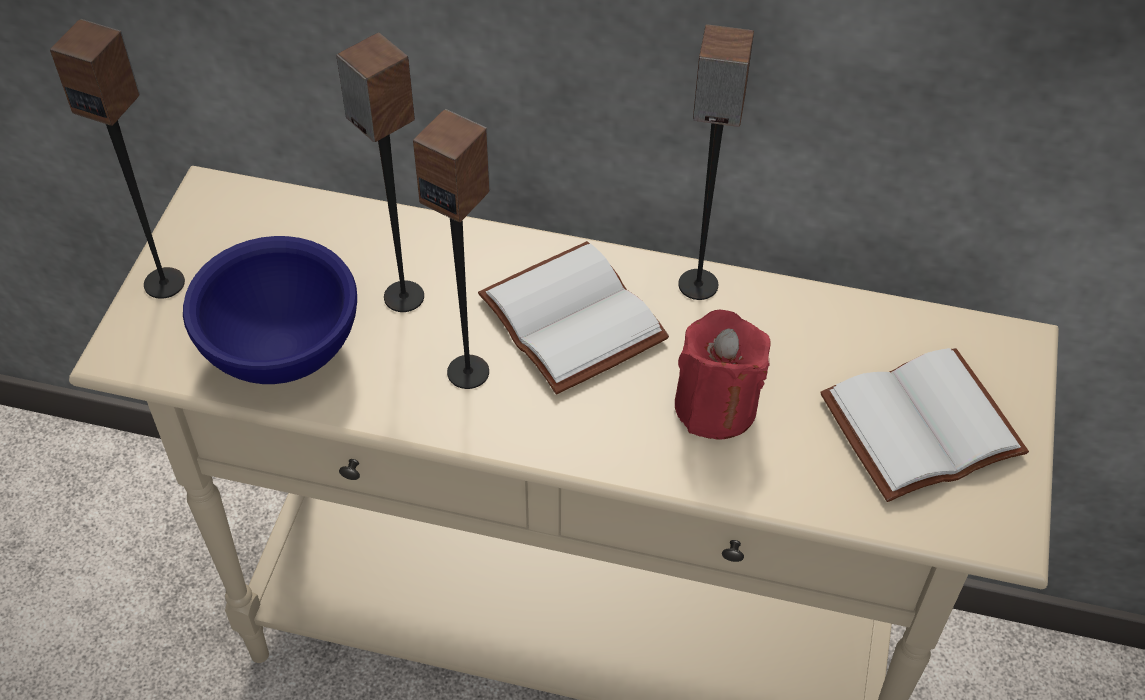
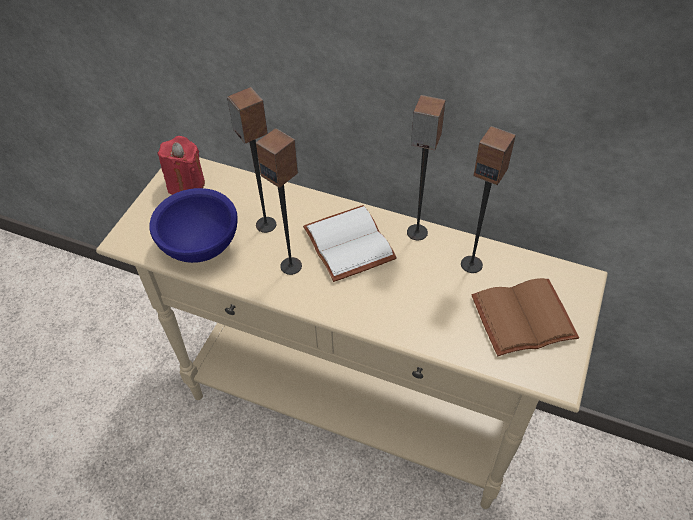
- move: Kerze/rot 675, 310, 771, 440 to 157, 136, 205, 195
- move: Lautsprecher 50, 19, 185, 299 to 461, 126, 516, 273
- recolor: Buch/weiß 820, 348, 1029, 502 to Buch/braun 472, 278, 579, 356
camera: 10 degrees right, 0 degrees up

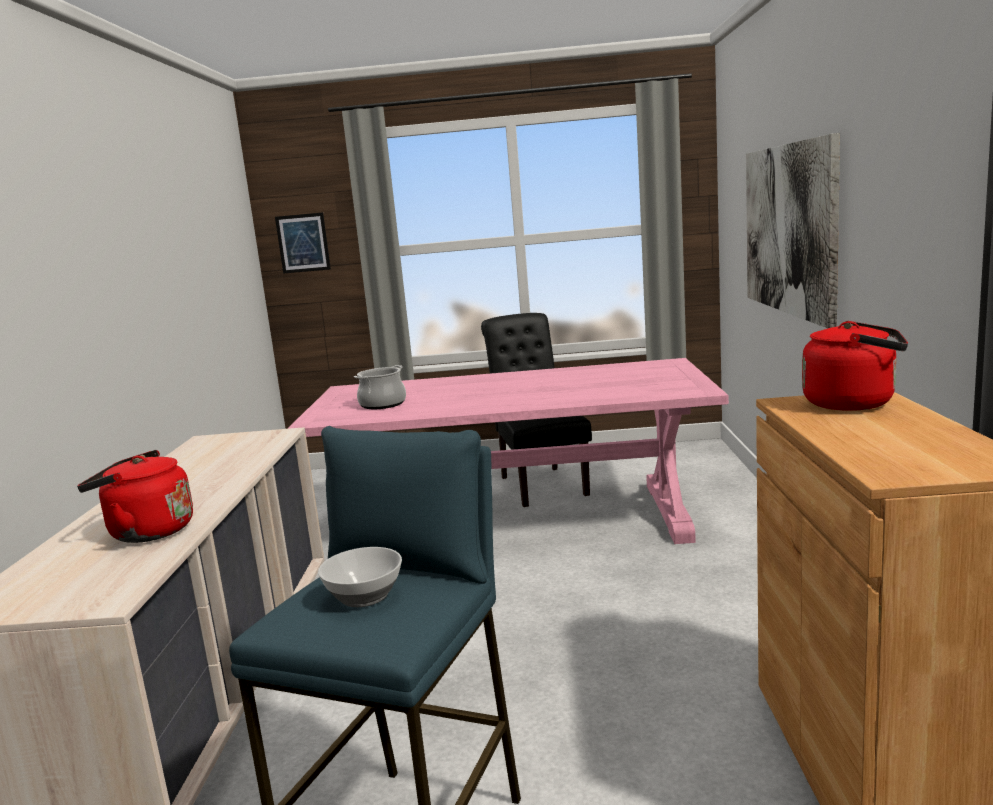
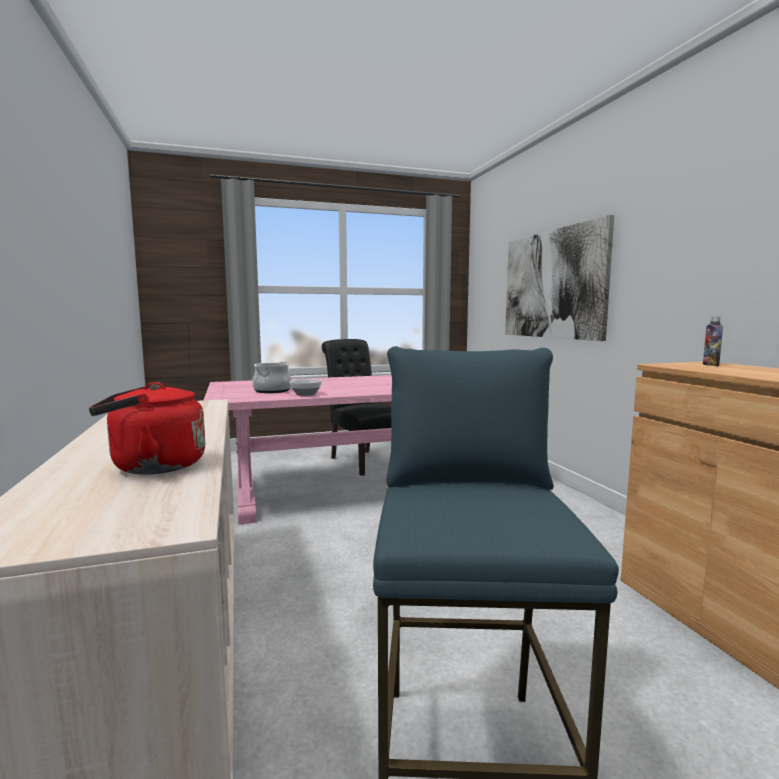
- move: Schüssel 318, 547, 402, 607 to 289, 379, 322, 396
- replace: Wasserkessel/rot 802, 321, 908, 411 to Flasche 703, 316, 723, 366
- delete: Bild 275, 212, 331, 274
camera: 20 degrees left, 5 degrees down

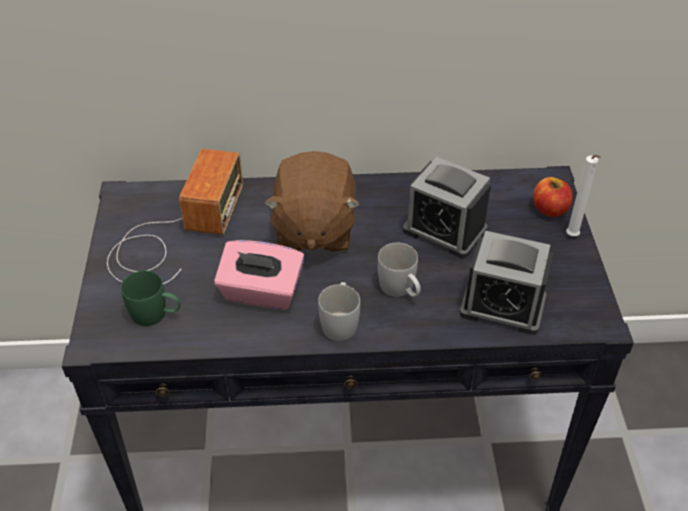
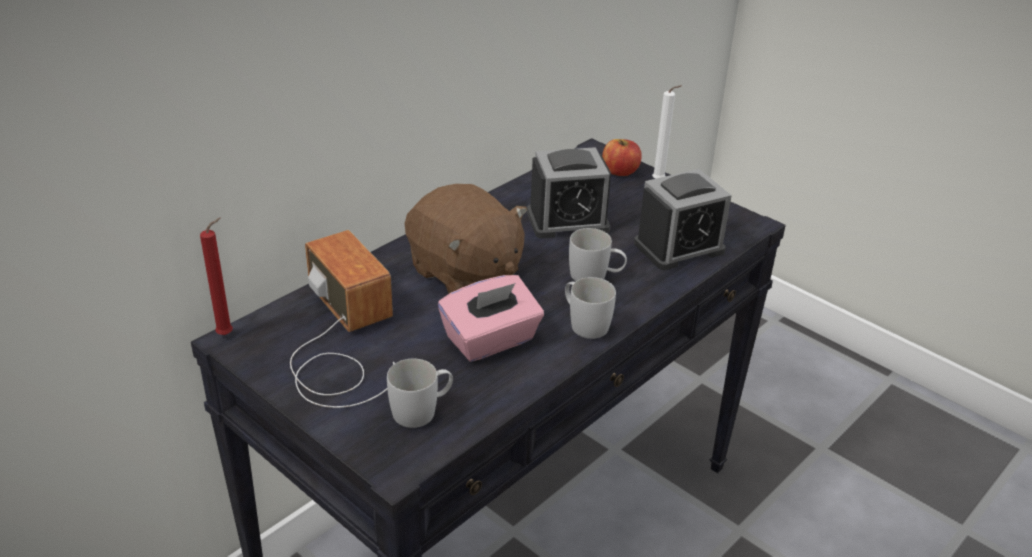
- insert: Kerze/rot 200, 218, 233, 335
- recolor: Henkelbecher/grün 121, 270, 181, 326 to Henkelbecher/weiß 387, 359, 453, 428
camera: 45 degrees left, 10 degrees down

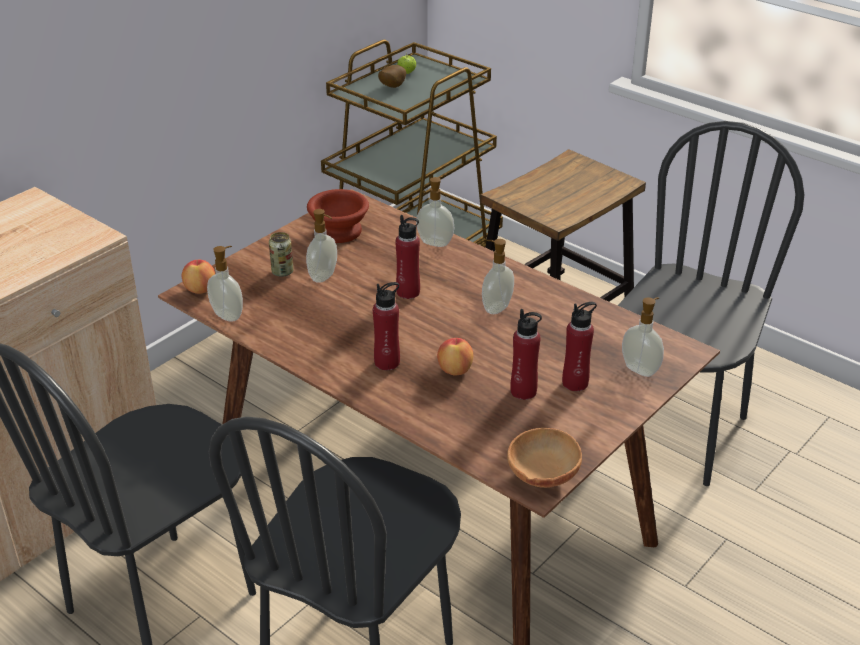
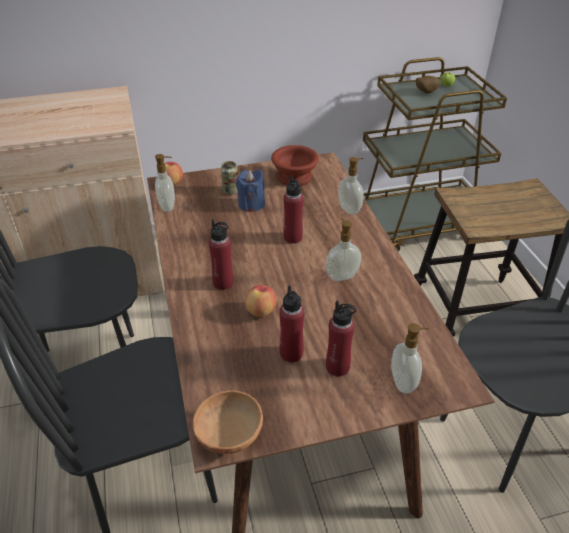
- replace: Seifenspender 306, 209, 337, 283 to Kerze/blau 236, 169, 265, 212
camera: 35 degrees right, 5 degrees up

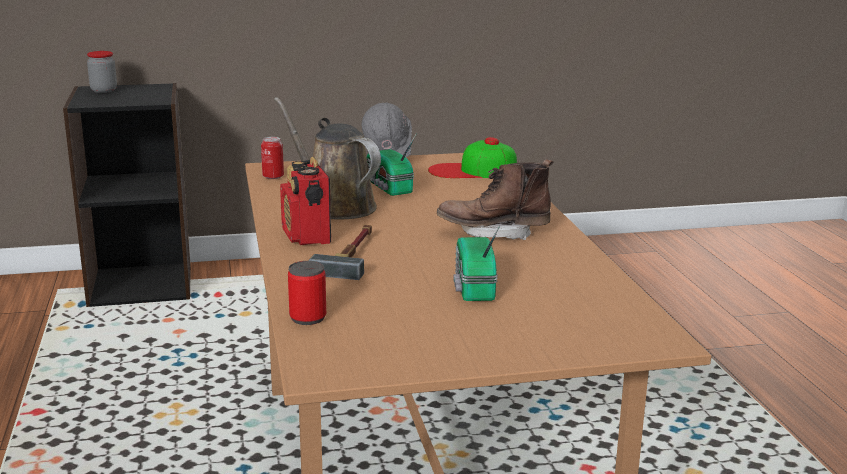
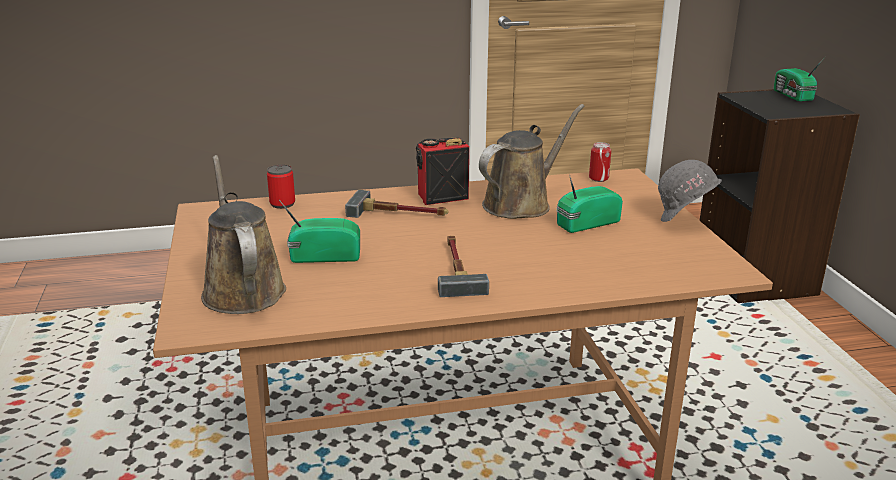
- insert: Gießkanne/braun 201, 155, 286, 314
- replace: Stiefel/braun 437, 159, 553, 240 to Hammer 438, 236, 489, 297
- replace: Vorratsglas 87, 51, 117, 93 to Radio 774, 56, 826, 101
- delete: Kappe 428, 137, 517, 178
camera: 90 degrees right, 5 degrees up

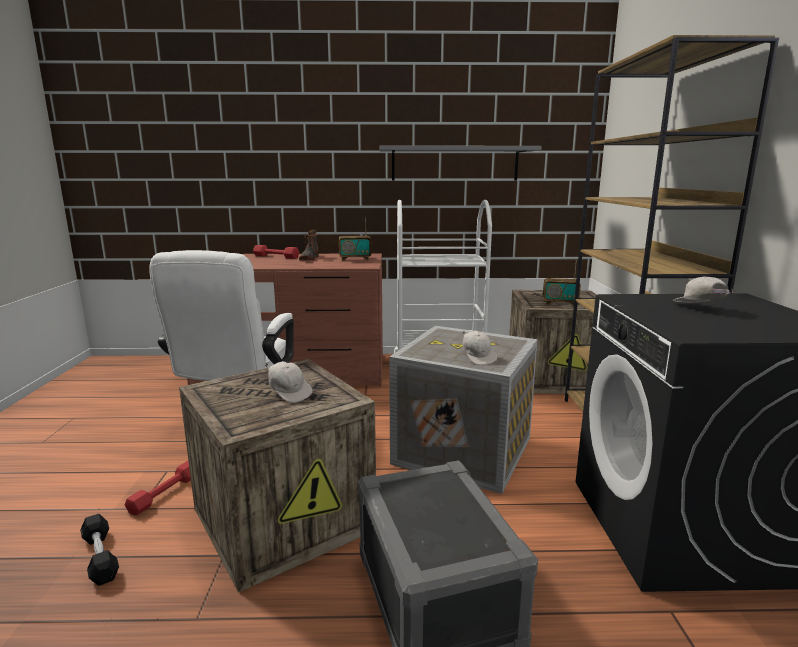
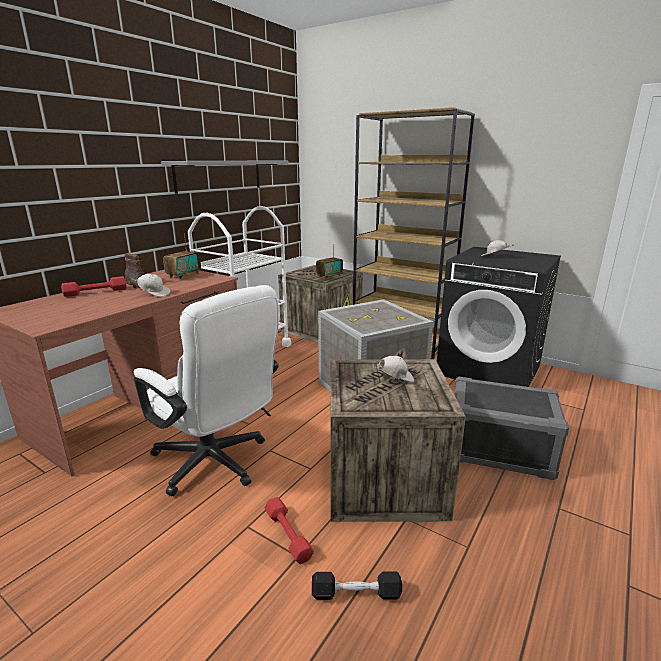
- move: Kappe/weiß 462, 331, 497, 365 to 133, 274, 171, 297
camera: 55 degrees left, 5 degrees up

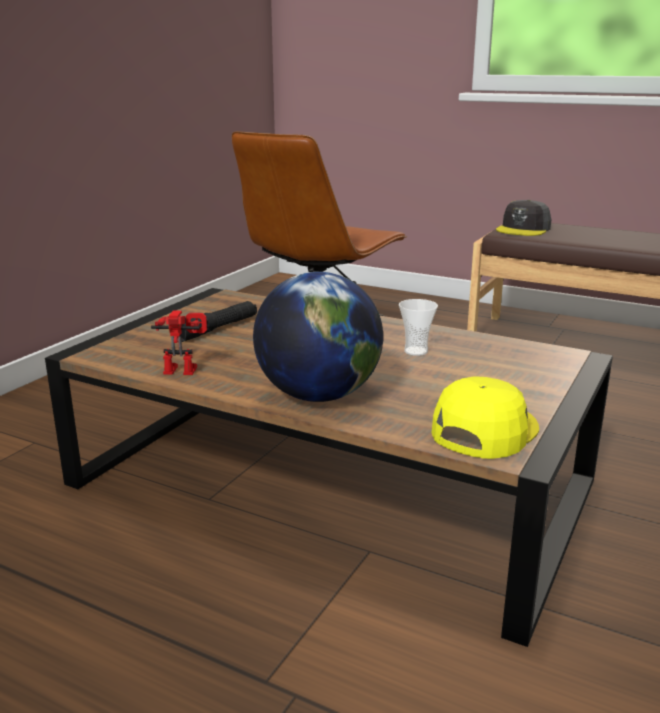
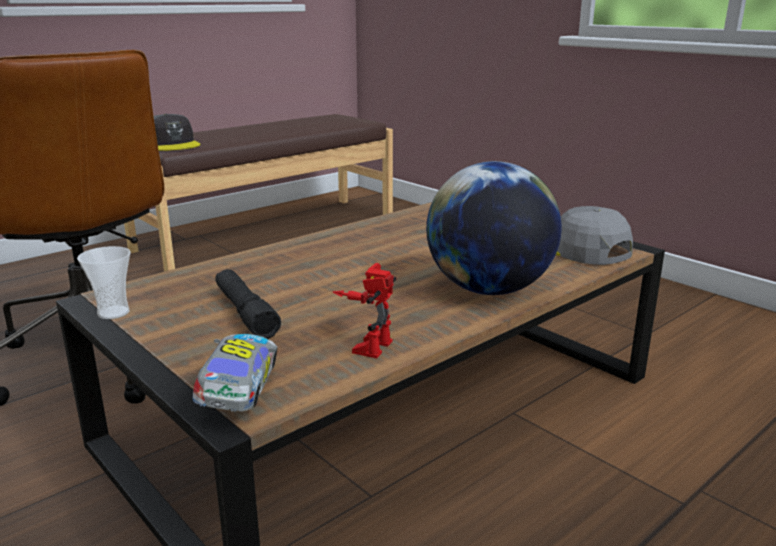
- move: Tasse 399, 299, 438, 356 to 77, 246, 131, 319
- insert: Spielzeugauto 193, 334, 278, 412
- recolor: Kappe/gelb 432, 376, 539, 459 to Kappe/grau 556, 206, 633, 265
camera: 70 degrees left, 0 degrees up

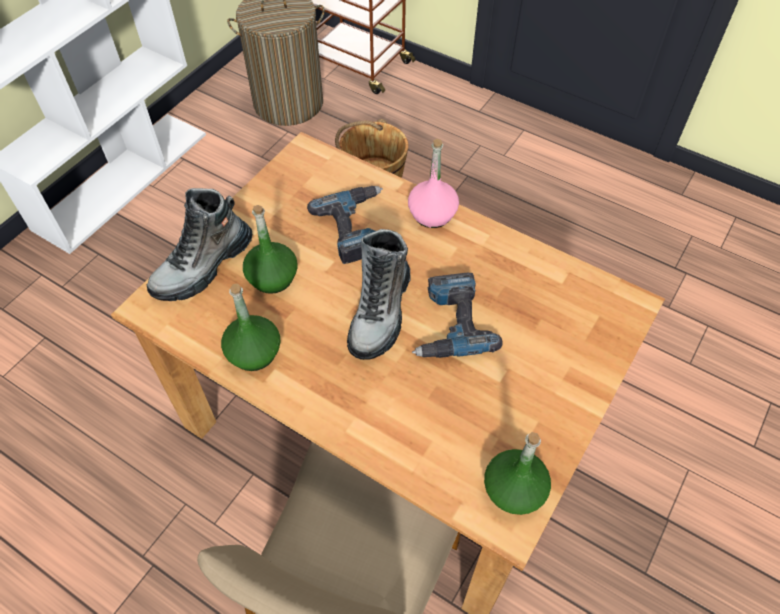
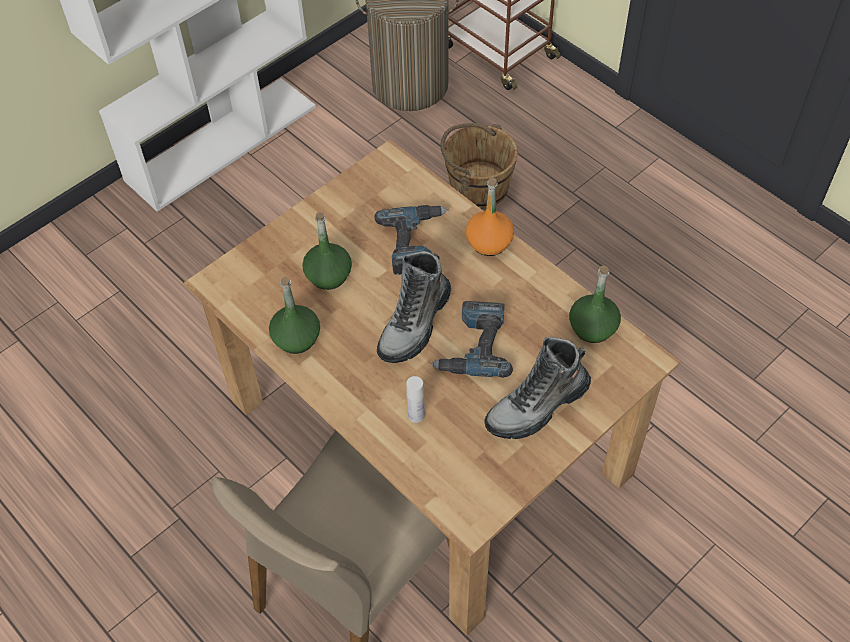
- insert: Flasche/weiß 406, 376, 425, 423
- recolor: Flasche/rosa 408, 139, 459, 228 to Flasche/orange 466, 178, 514, 256
- move: Stiefel 147, 188, 252, 301 to 484, 337, 591, 439
- move: Flasche/grün 484, 432, 551, 515 to 569, 265, 621, 343
camera: 15 degrees right, 0 degrees up

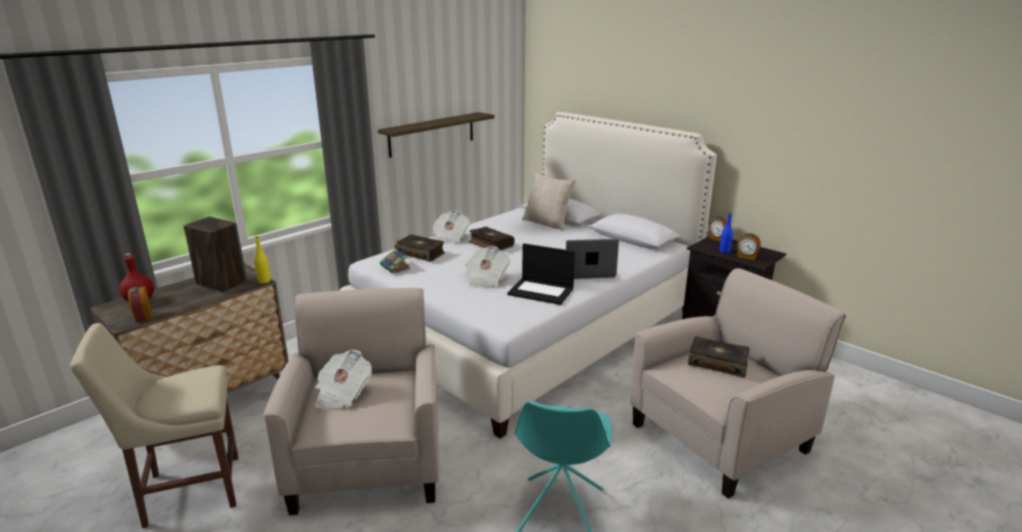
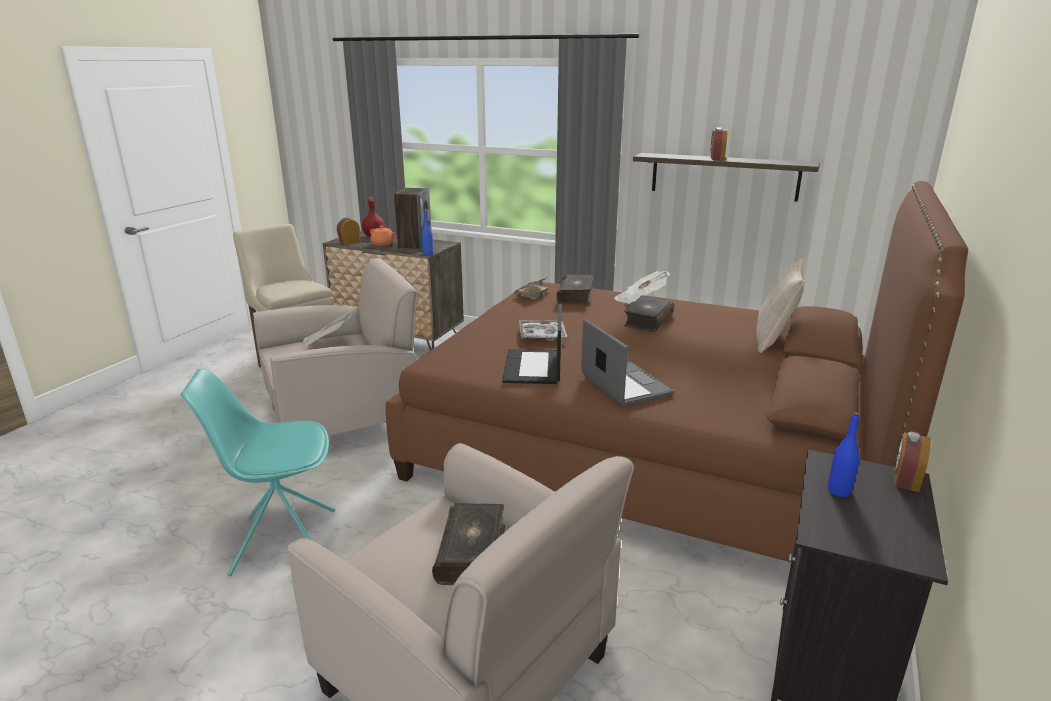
- insert: Teekanne/orange 370, 225, 395, 246
- recolor: Bett/weiß 340, 112, 717, 438 to Bett/braun 386, 181, 968, 562
- recolor: Flasche/gelb 255, 236, 270, 283 to Flasche/blau 421, 211, 433, 255
- replace: Zeitung 466, 246, 510, 288 to Tablett 519, 320, 567, 339
- move: Wecker 737, 233, 761, 260 to 711, 127, 727, 160
camera: 70 degrees right, 0 degrees up

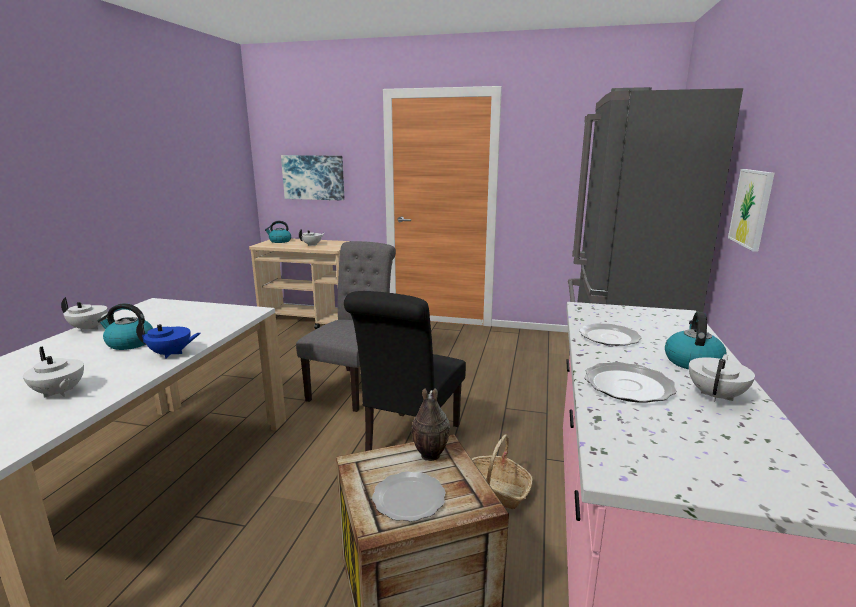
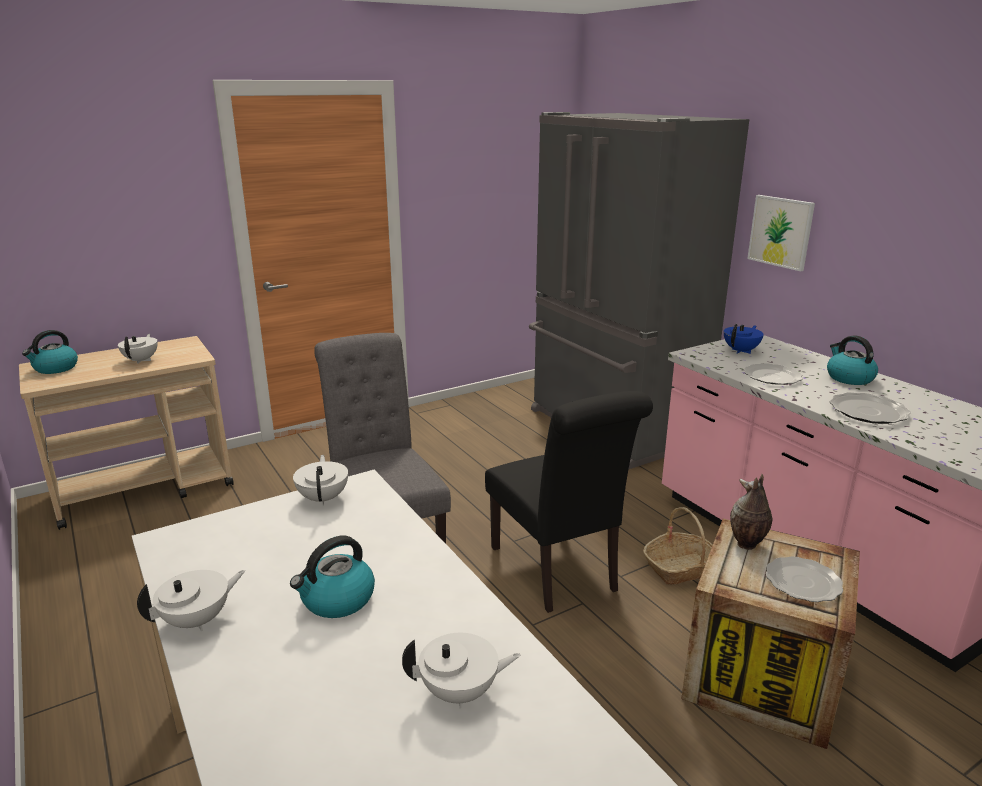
- move: Teekanne/weiß 689, 354, 755, 402 to 293, 455, 348, 505
- move: Teekanne/blau 136, 320, 201, 359 to 724, 324, 764, 354
- delete: Bild 281, 155, 345, 201
camera: 45 degrees left, 5 degrees up

